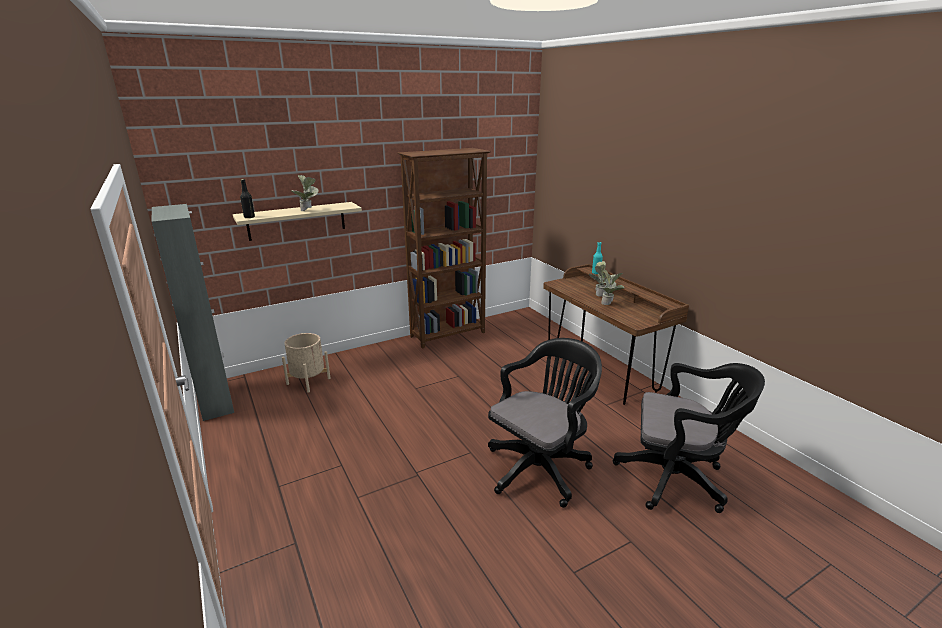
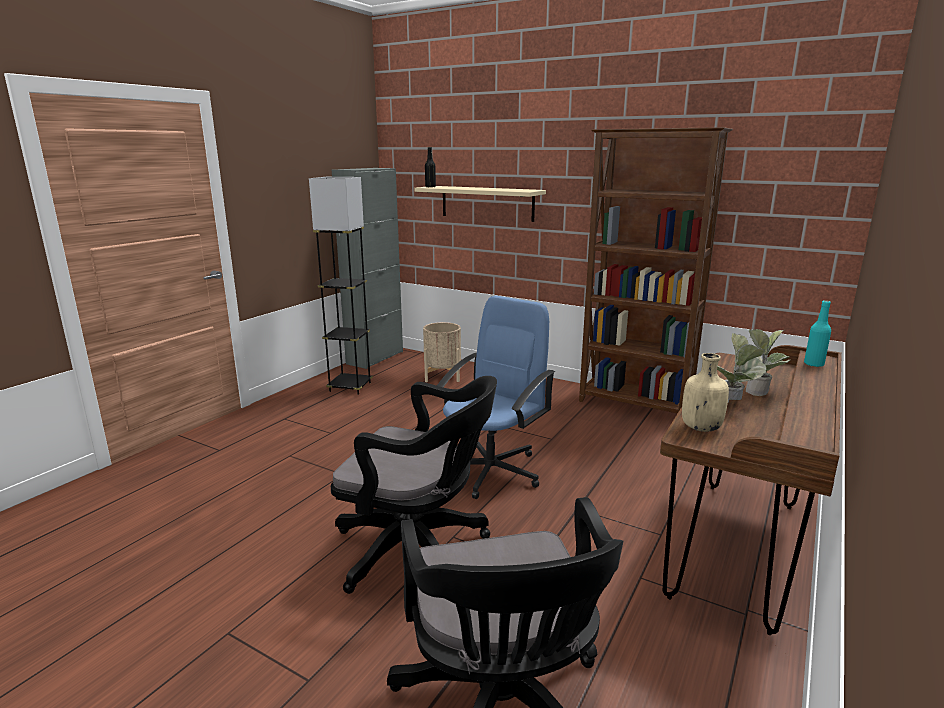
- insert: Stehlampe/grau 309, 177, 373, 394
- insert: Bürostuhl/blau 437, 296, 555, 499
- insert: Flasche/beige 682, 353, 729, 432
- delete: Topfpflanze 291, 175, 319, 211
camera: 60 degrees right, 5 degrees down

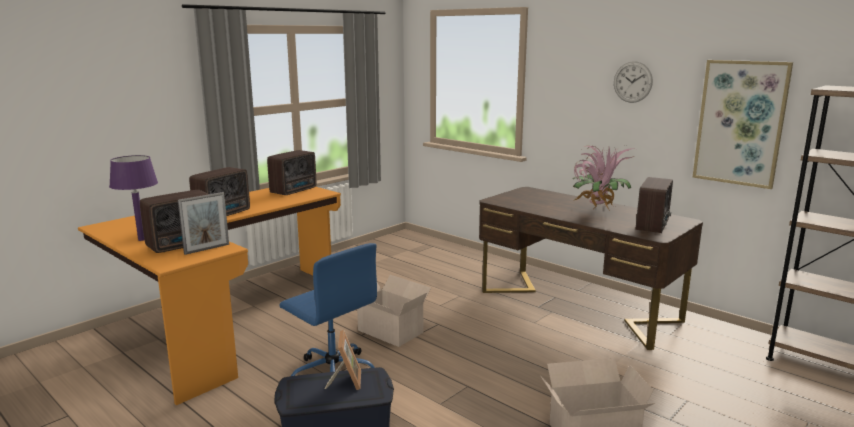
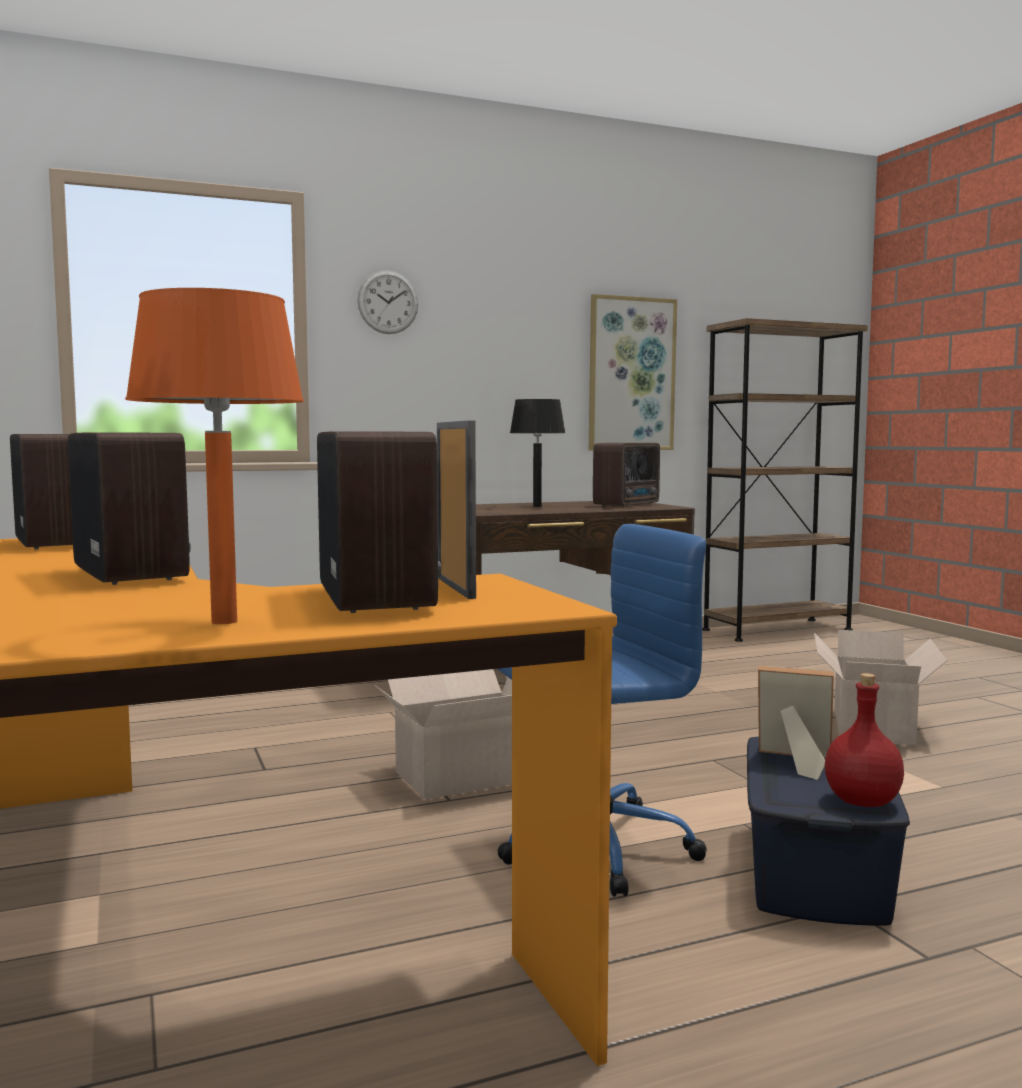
- recolor: Tischlampe/lila 109, 155, 158, 241 to Tischlampe/orange 125, 288, 304, 624
- move: Wanduhr 614, 61, 653, 103 to 357, 270, 418, 334
- replace: Topfpflanze 573, 145, 632, 211 to Tischlampe/schwarz 510, 399, 566, 507
- rotate: Radio 636, 177, 673, 233 = 593, 443, 660, 507 75 degrees clockwise
- insert: Flasche/rot 825, 673, 904, 807
camera: 65 degrees left, 10 degrees down

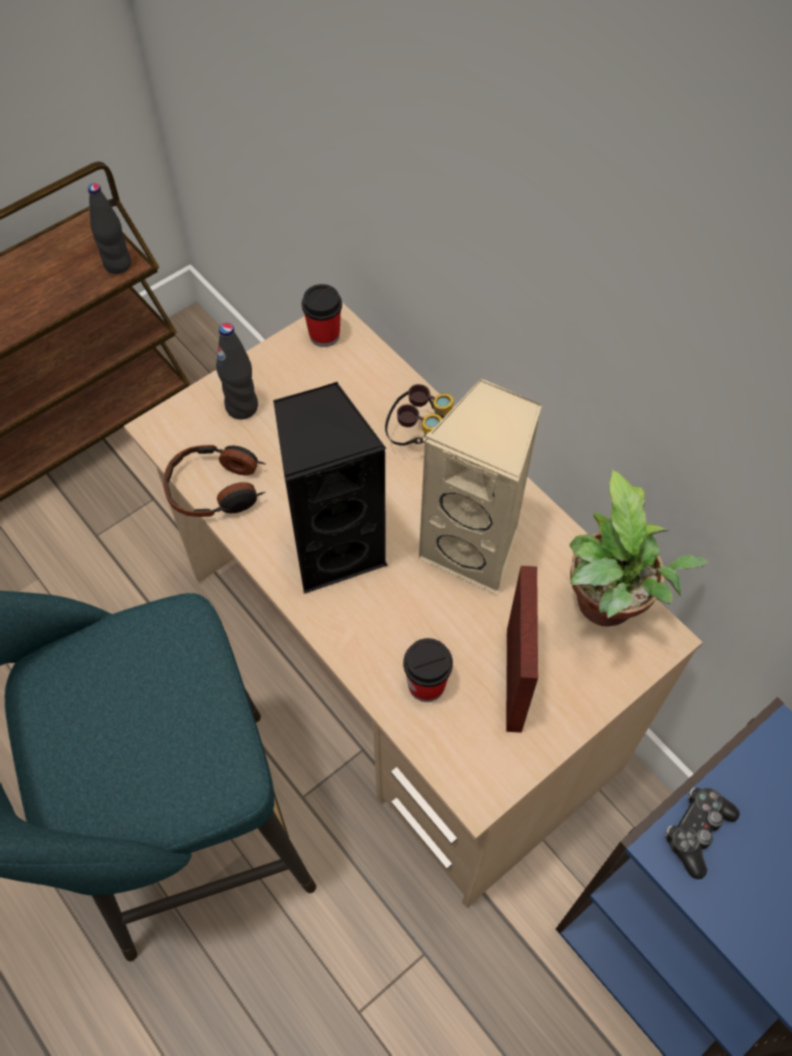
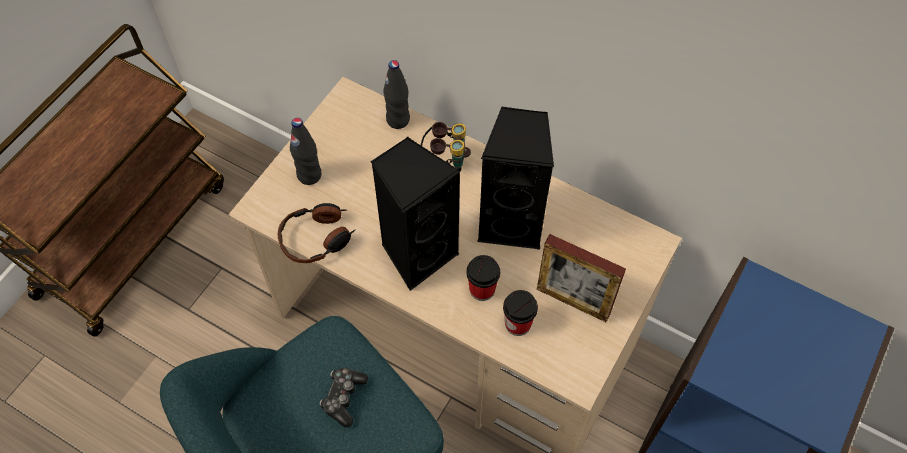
- move: Gamepad 665, 787, 740, 879 to 319, 368, 368, 427
- move: Flasche/schwarz 88, 183, 131, 274 to 383, 60, 410, 129
- move: Tasse 302, 284, 342, 347 to 466, 255, 500, 301
- recolor: Lautsprecher/beige 418, 378, 542, 595 to Lautsprecher/schwarz 477, 106, 554, 249
- rotate: Bilderrahmen 506, 566, 538, 733 = 537, 234, 626, 322 135 degrees clockwise
- delete: Topfpflanze 569, 469, 708, 627
camera: 20 degrees left, 0 degrees up

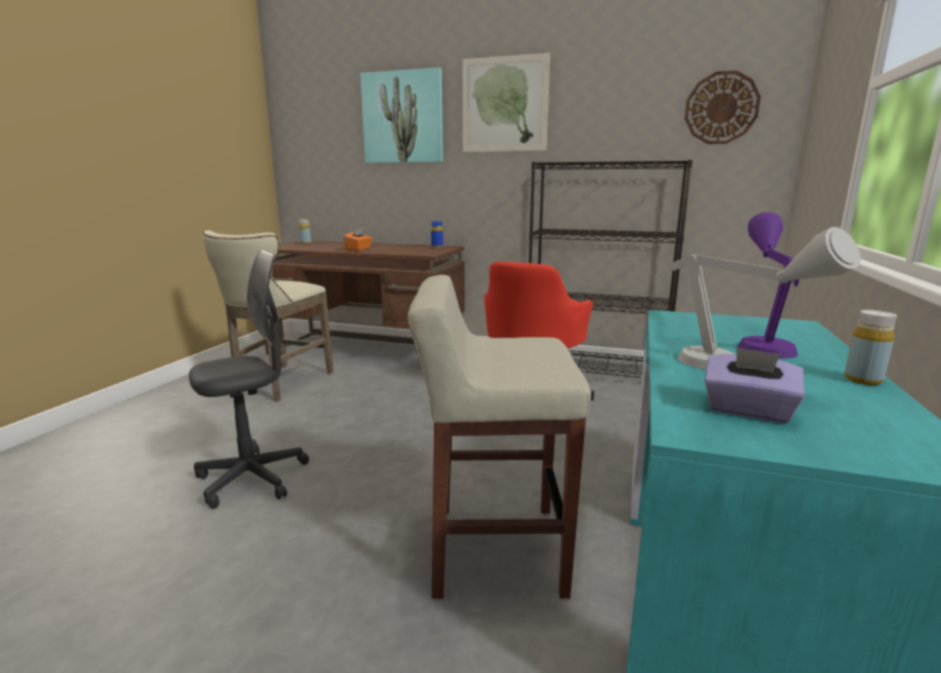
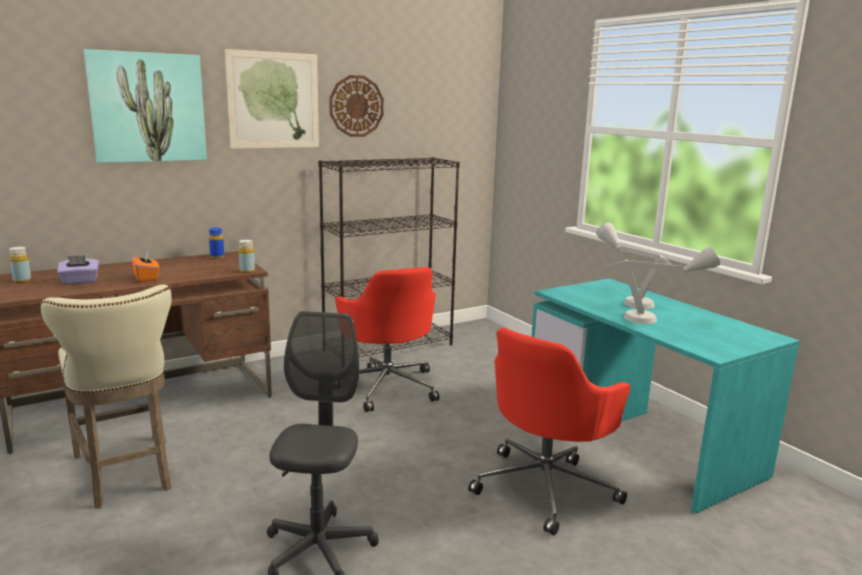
- move: Taschentuchbox/lila 705, 347, 805, 424 to 57, 255, 99, 285
- move: Flasche/gelb 844, 310, 897, 385 to 239, 240, 255, 273
- move: Wanduhr 685, 70, 761, 144 to 329, 75, 384, 137
- replace: Hocker/beige 408, 275, 591, 599 to Bürostuhl/rot 468, 328, 631, 535
- recolor: Tischlampe/lila 737, 212, 800, 359 to Tischlampe/grau 596, 222, 673, 309
camera: 50 degrees left, 0 degrees up

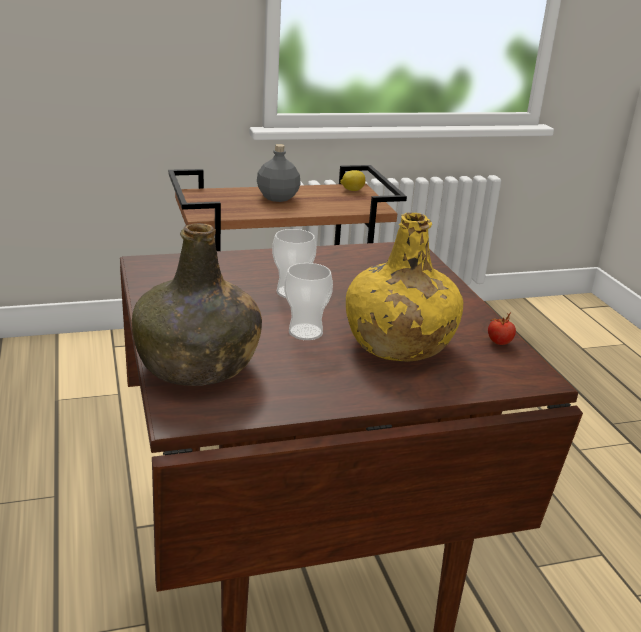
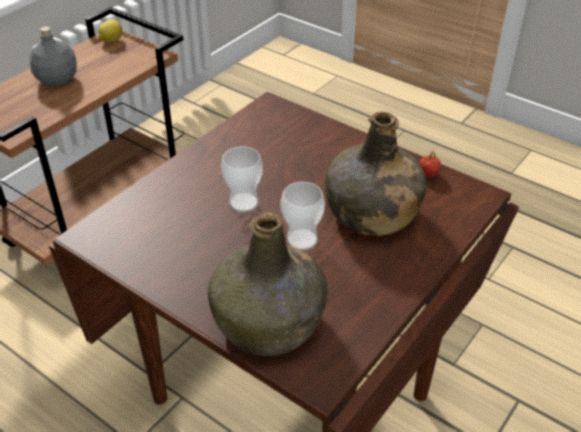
- recolor: Flasche/gelb 346, 213, 463, 362 to Flasche/grün 325, 111, 427, 236
camera: 35 degrees left, 15 degrees up

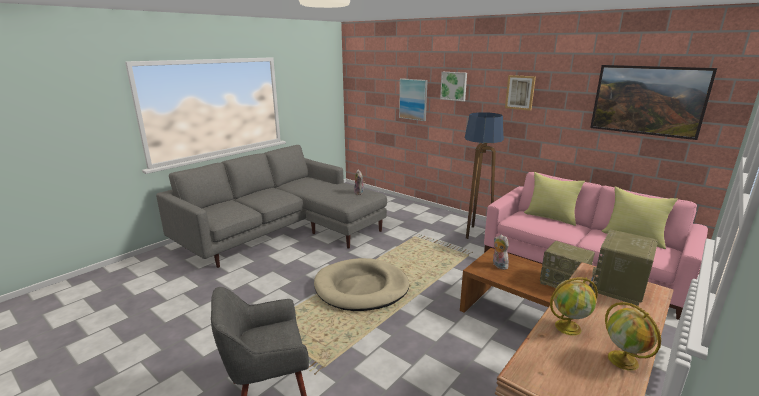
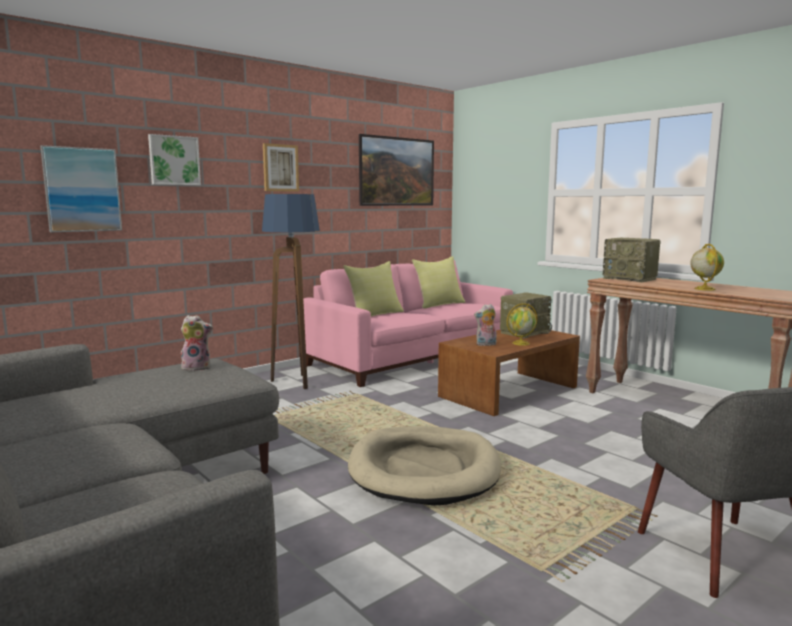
- move: Globus 605, 302, 661, 371 to 507, 303, 538, 346
camera: 80 degrees left, 10 degrees down

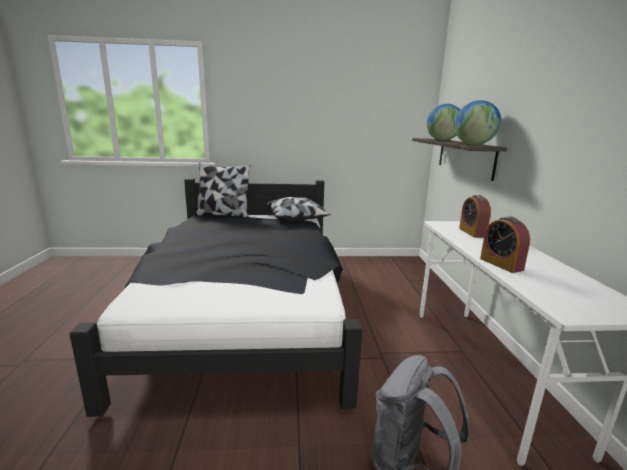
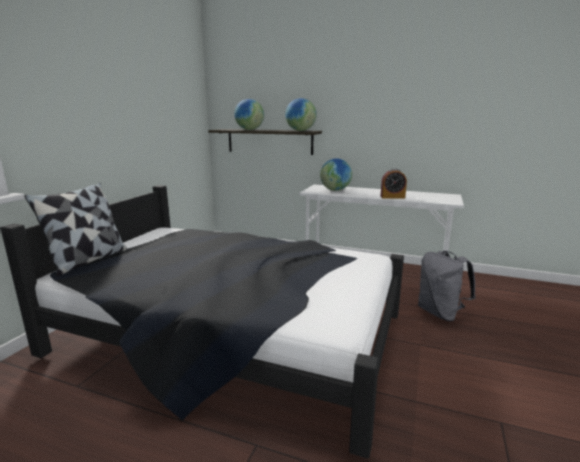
- replace: Wecker 459, 195, 491, 238 to Globus 320, 159, 352, 191
- delete: Kissen 266, 197, 330, 222
camera: 65 degrees left, 0 degrees up

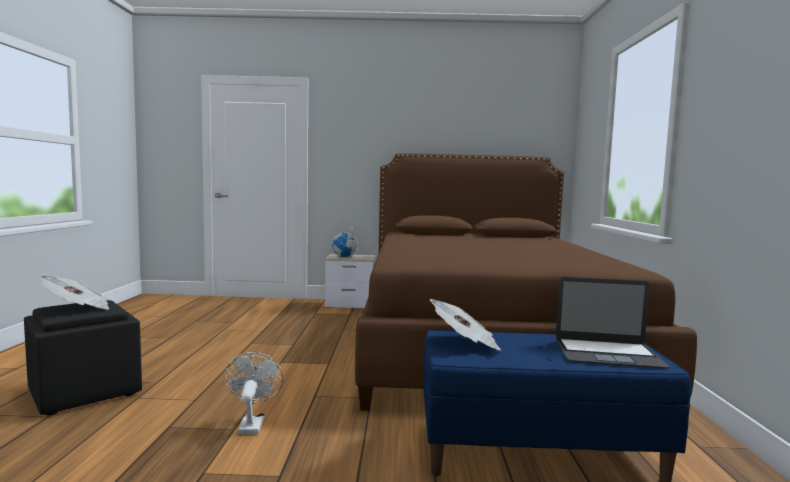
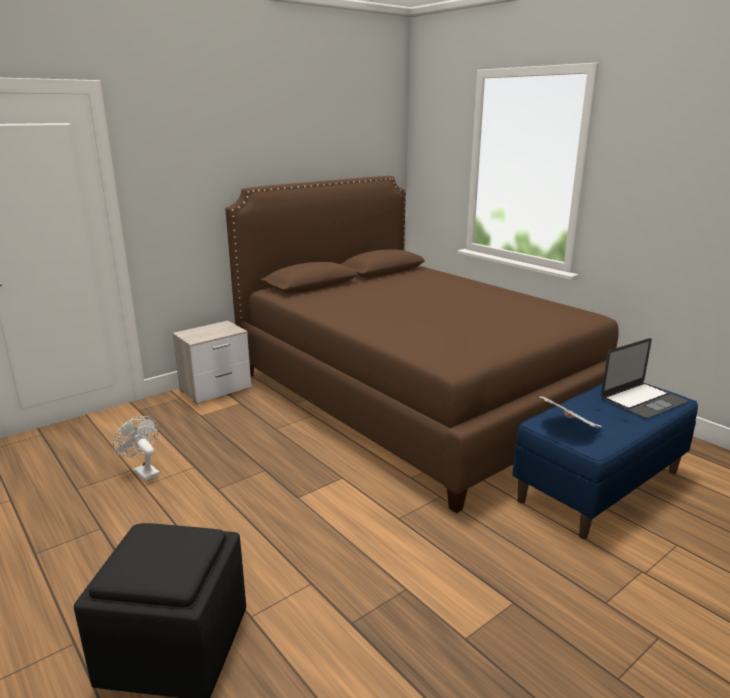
- move: Ventilator/weiß 225, 352, 283, 434 to 113, 416, 160, 481
- delete: Zeitung 39, 275, 109, 309
- delete: Globus 332, 225, 358, 257
camera: 40 degrees left, 15 degrees up

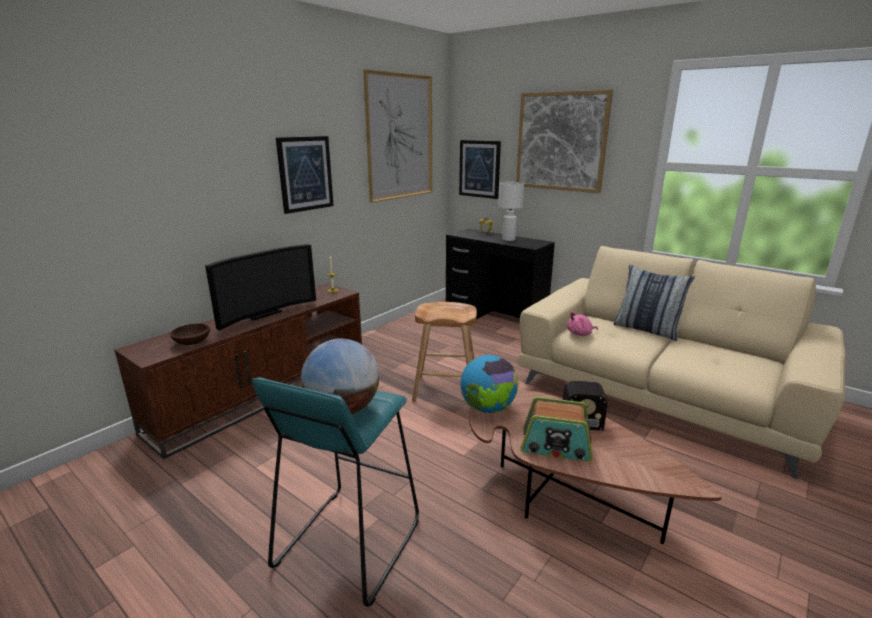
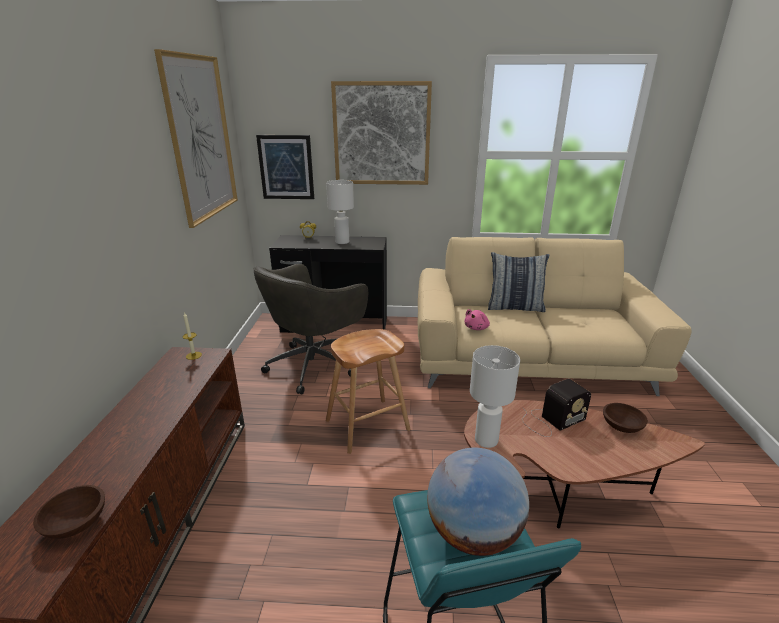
- insert: Bürostuhl/grau 253, 264, 368, 395
- replace: Globus 461, 355, 519, 413 to Tischlampe/weiß 470, 345, 520, 448
- insert: Schüssel/braun 603, 403, 648, 433
- delete: Fernseher 205, 244, 316, 331
- delete: Bild 276, 136, 334, 214
- delete: Radio 520, 397, 593, 462
camera: 35 degrees left, 5 degrees up

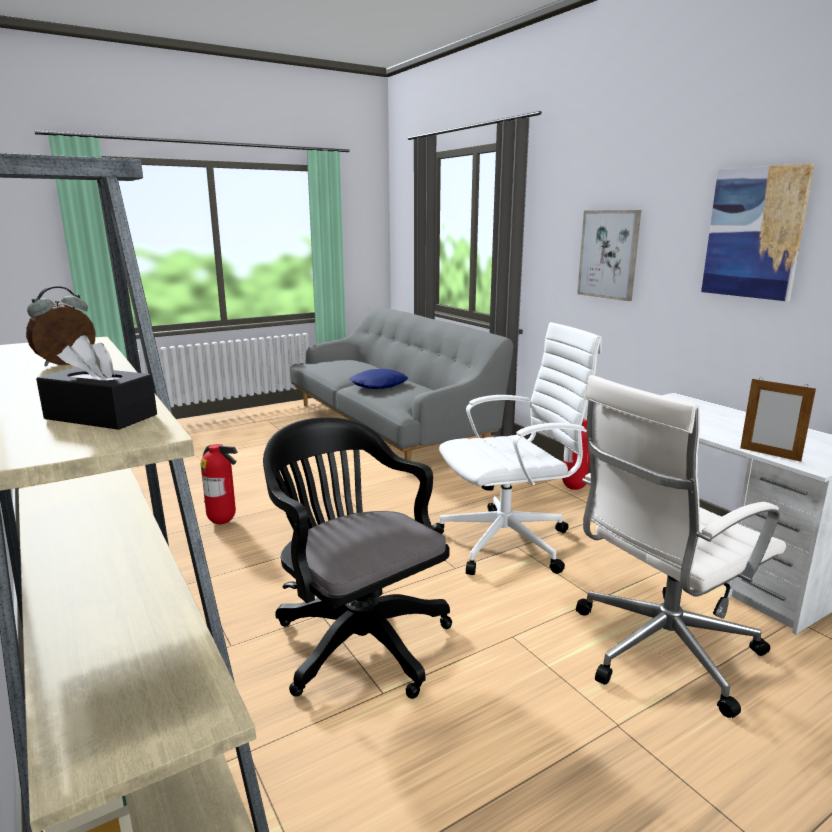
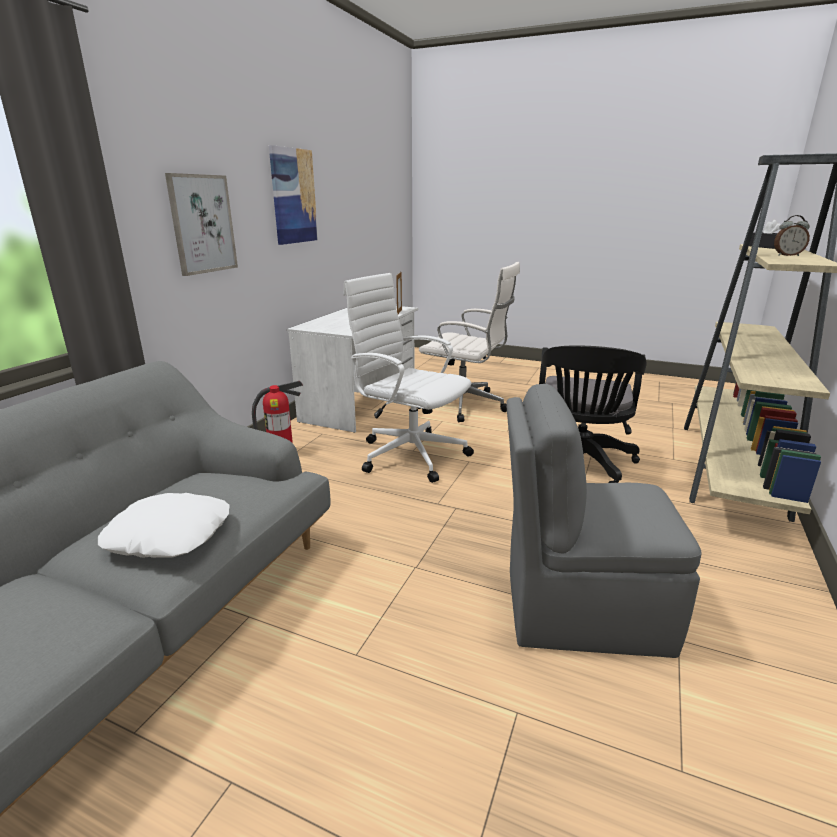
- recolor: Kissen/blau 349, 369, 408, 389 to Kissen/weiß 98, 493, 230, 558
- replace: Feuerlöscher 201, 444, 238, 524 to Stuhl/grau 506, 384, 702, 658
camera: 125 degrees left, 5 degrees up

